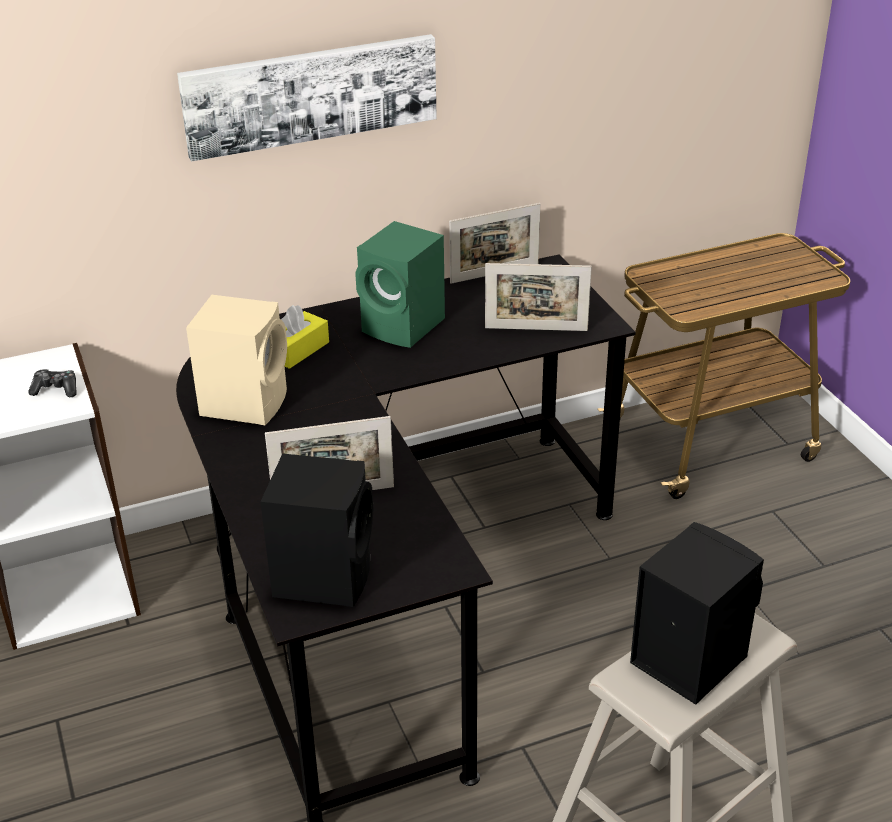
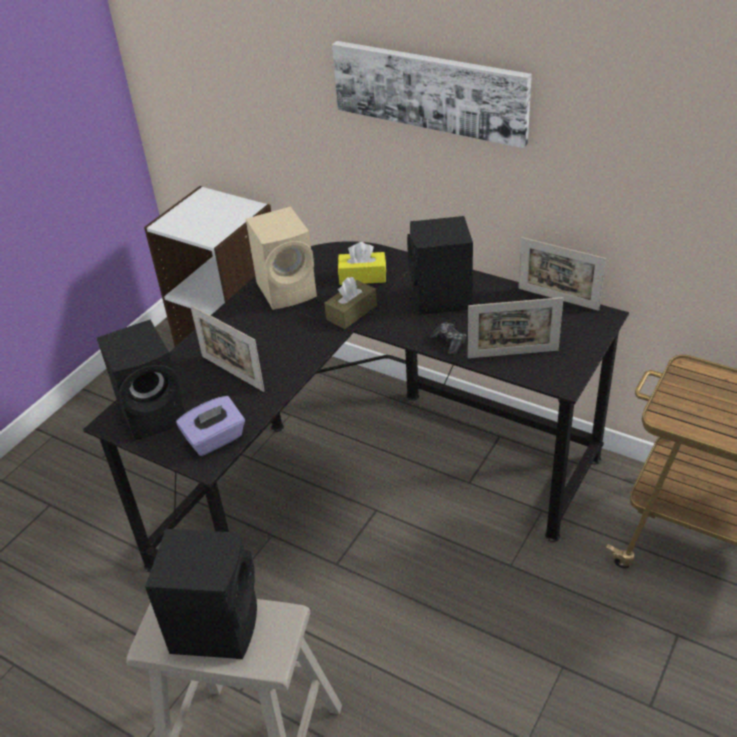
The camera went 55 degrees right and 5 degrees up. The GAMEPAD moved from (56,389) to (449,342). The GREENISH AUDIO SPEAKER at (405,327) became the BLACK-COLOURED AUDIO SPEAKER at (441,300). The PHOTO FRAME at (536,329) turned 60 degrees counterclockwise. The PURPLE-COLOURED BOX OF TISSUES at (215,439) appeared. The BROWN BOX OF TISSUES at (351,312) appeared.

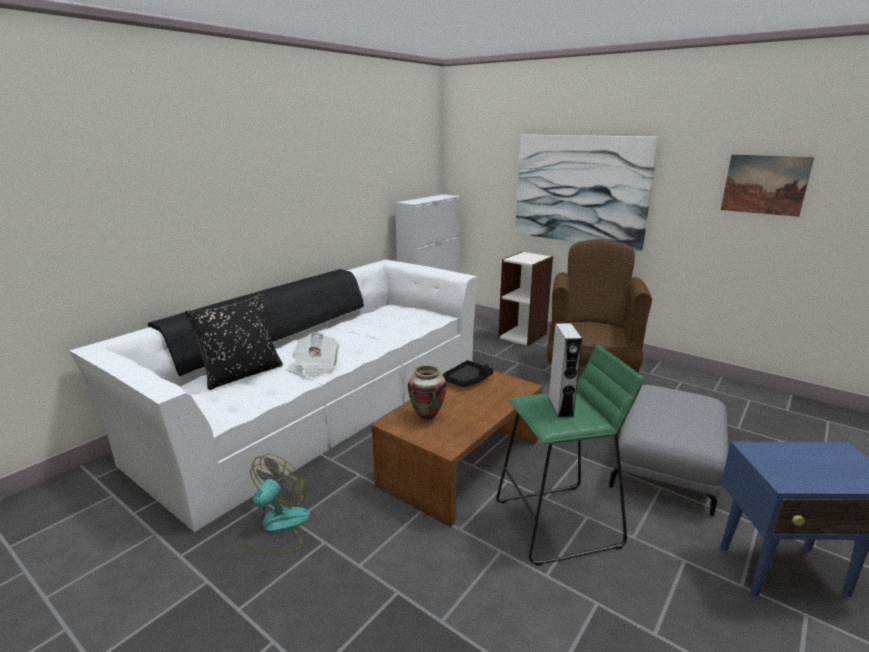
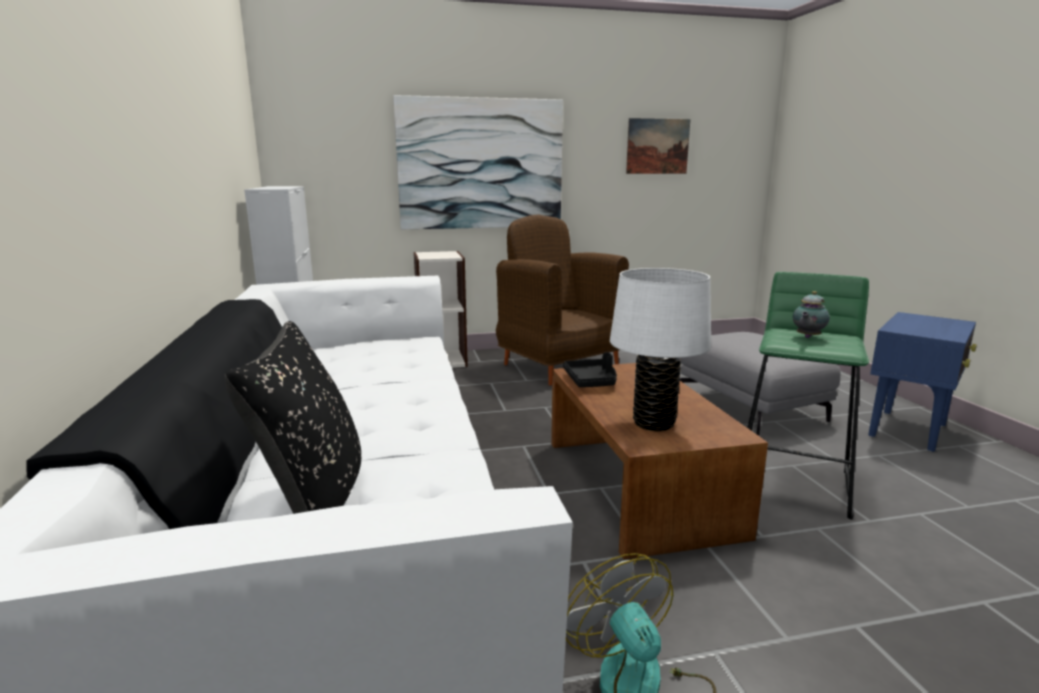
The camera went 50 degrees left and 5 degrees down. The PRINTED PAPER at (316,366) disappeared. The VASE at (427,417) was replaced by the WHITE LAMP FOR A TABLE at (654,423). The GREYISH AUDIO SPEAKER at (560,406) was replaced by the TEAPOT at (807,337).

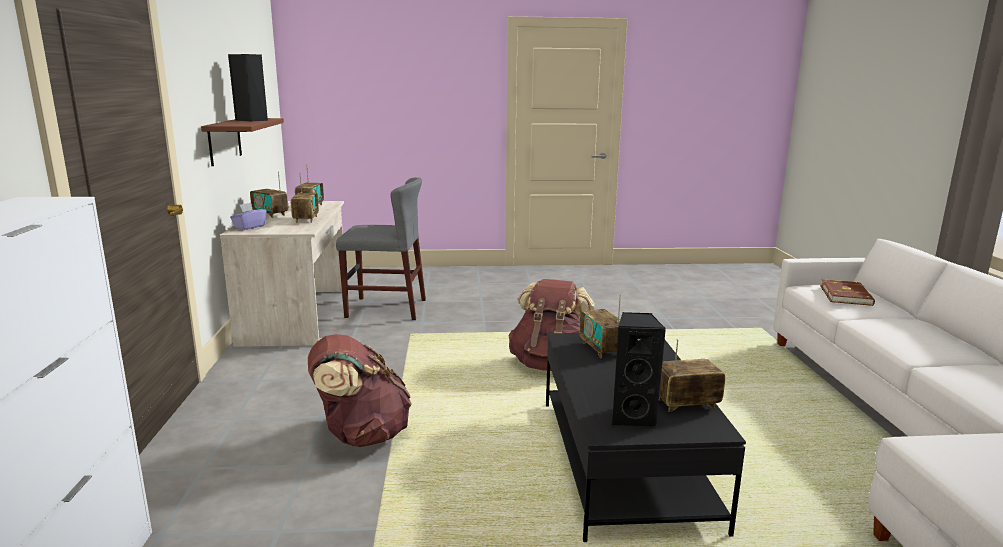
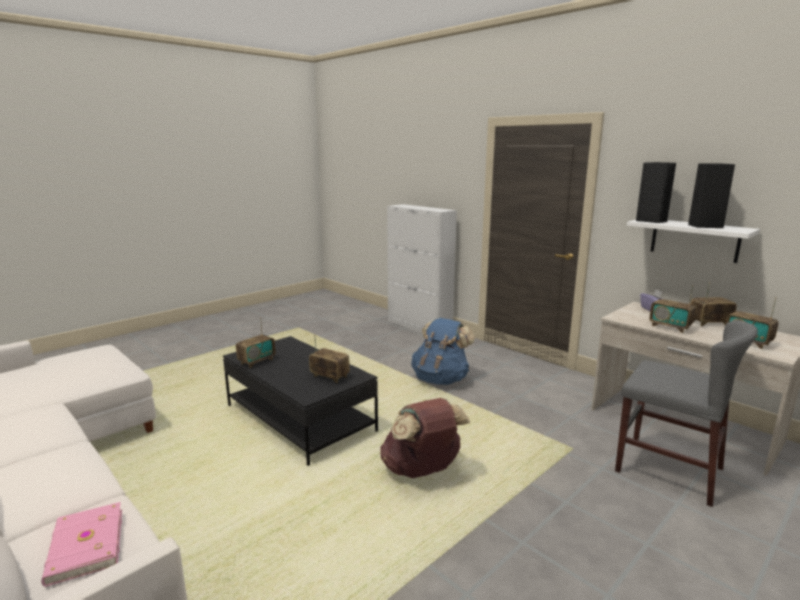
The camera went 140 degrees right and 0 degrees up. The BROWN WALL SHELF at (224,141) became the WHITE WALL SHELF at (694,240). The BROWN RUCKSACK at (361,435) became the BLUE-COLOURED RUCKSACK at (441,379). The GREYISH UPRIGHT CHAIR at (386,308) turned 105 degrees counterclockwise. The BLACK-COLOURED AUDIO SPEAKER moved from (632,417) to (652,221). The BROWN BOOK at (846,295) became the PINKISH BOOK at (84,546).

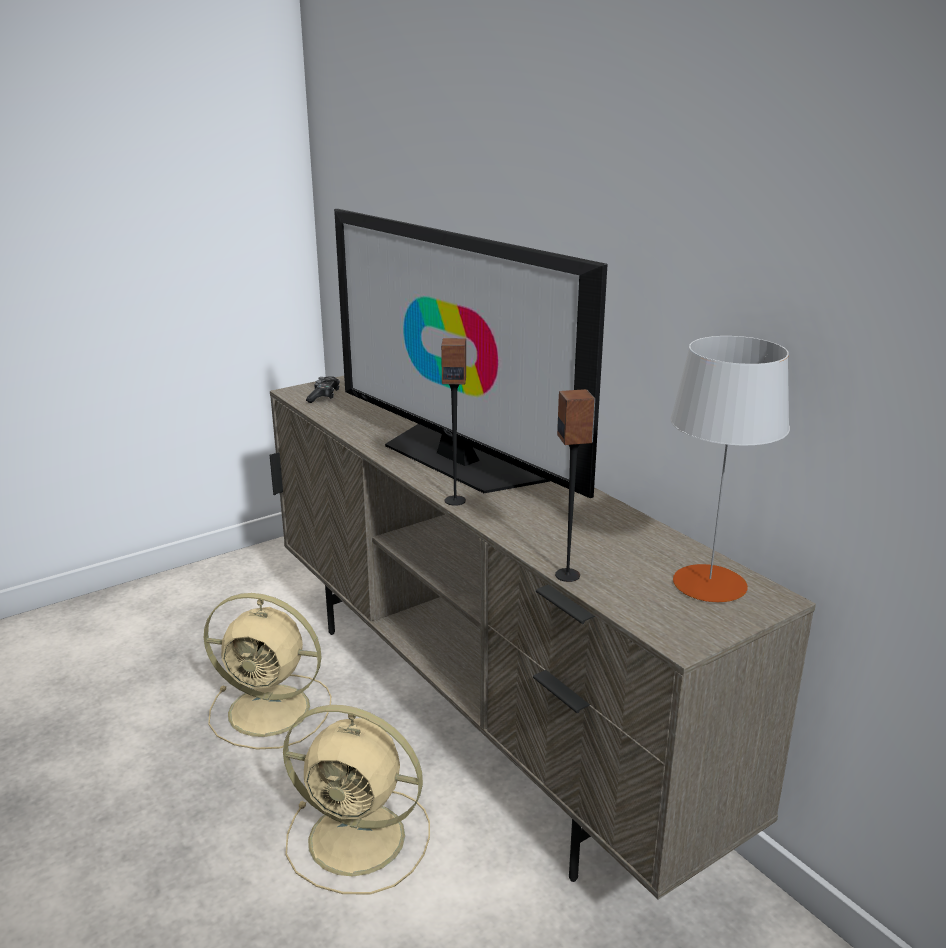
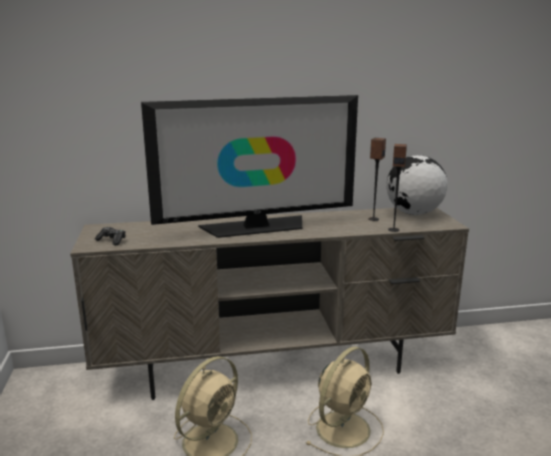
The camera went 65 degrees left and 5 degrees down. The AUDIO SPEAKER moved from (455,500) to (373,219). The GREYISH LAMP FOR A TABLE at (709,584) was replaced by the WORLD GLOBE at (413,213).

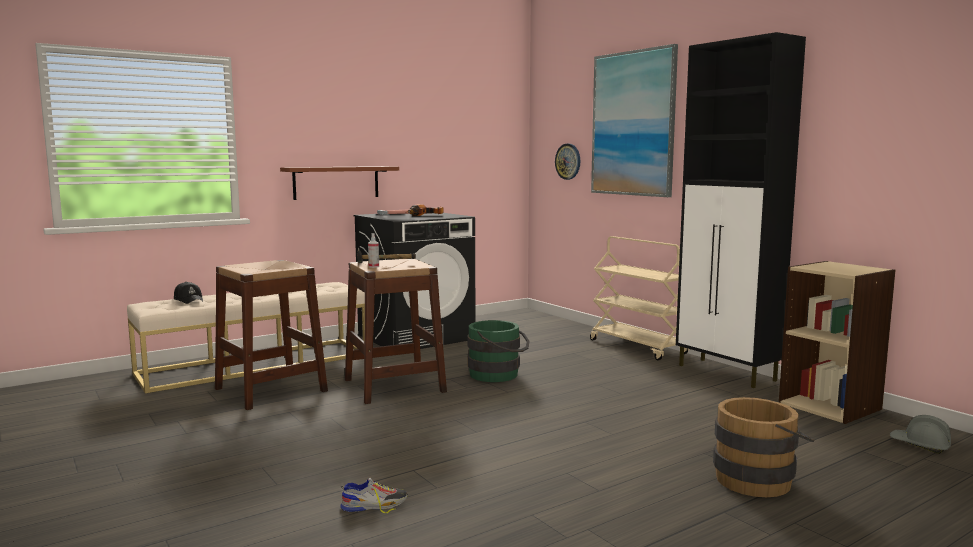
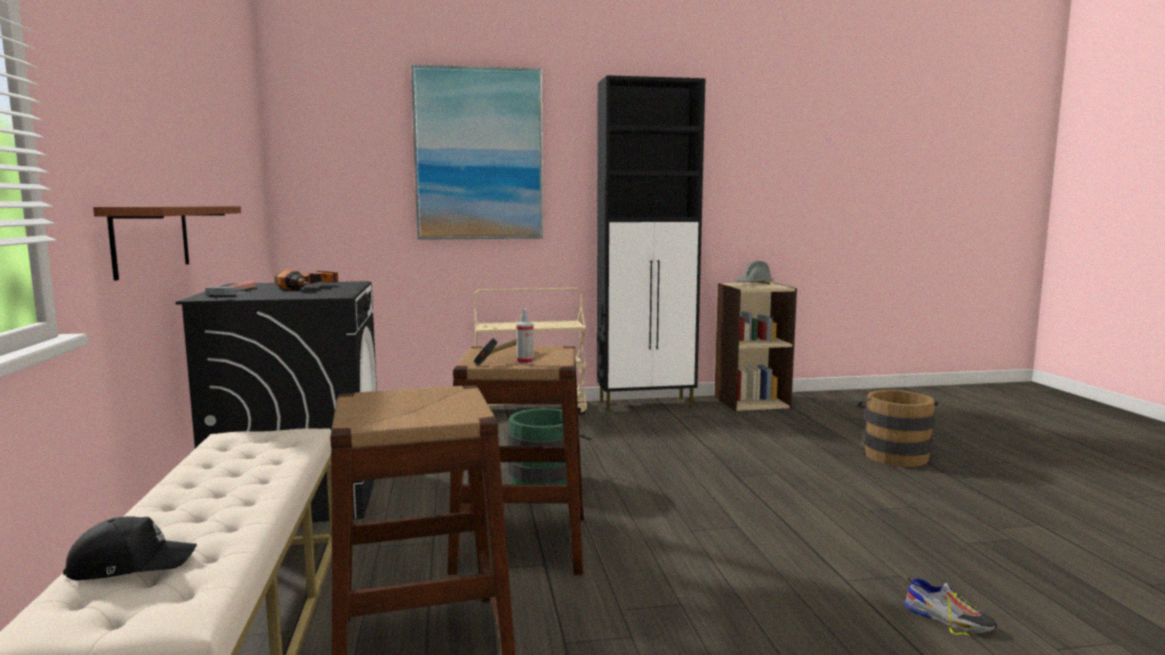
The camera went 65 degrees left and 0 degrees up. The ITEM OF FOOTWEAR at (375,505) turned 120 degrees clockwise. The WALL CLOCK at (568,161) disappeared. The GREYISH HARD HAT moved from (920,445) to (753,284).

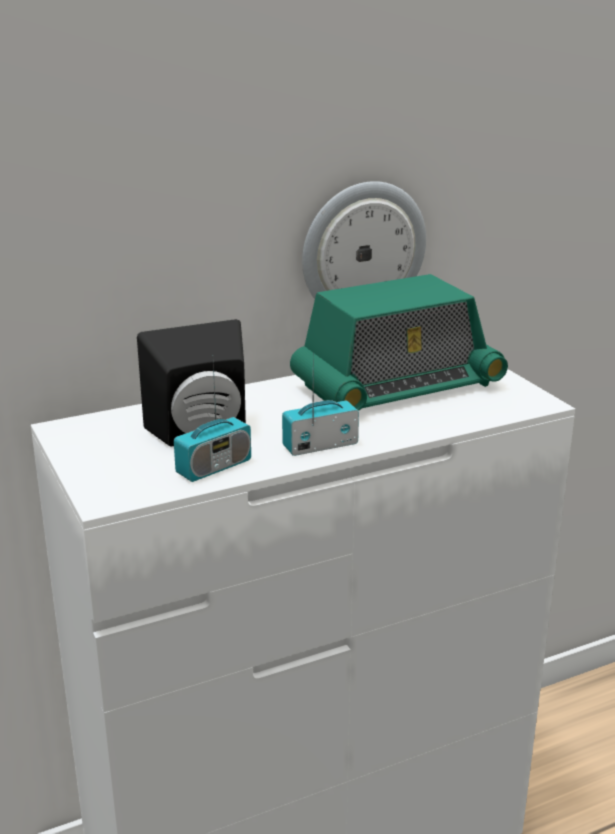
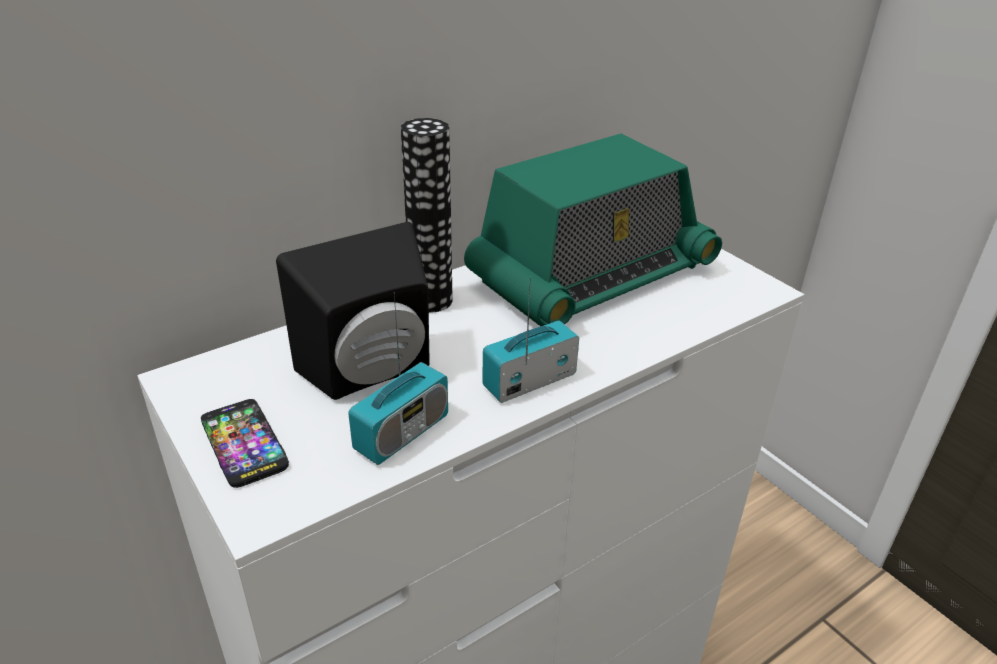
The camera went 10 degrees left and 10 degrees up. The WALL CLOCK at (363,250) disappeared. The TELEPHONE at (244,443) appeared. The VASE at (431,300) appeared.

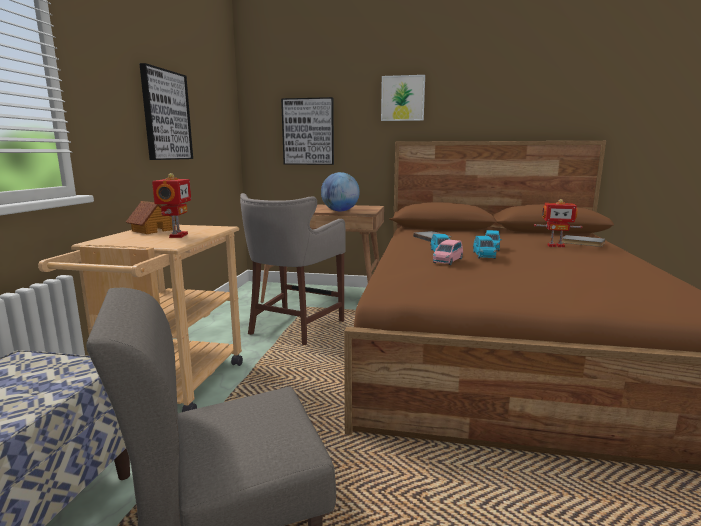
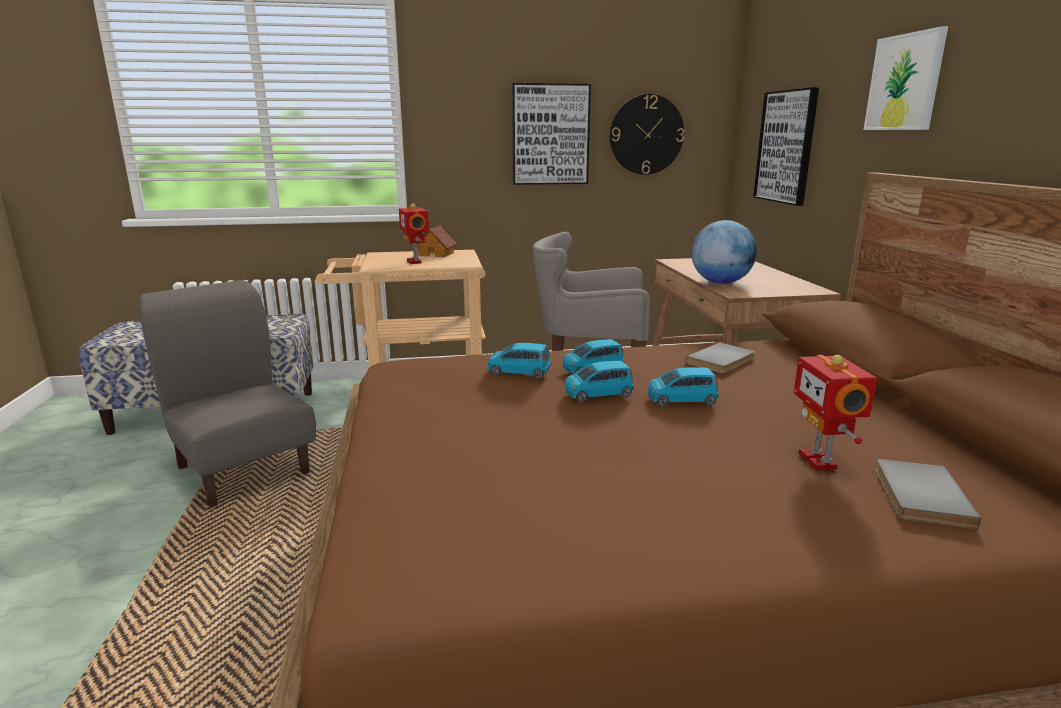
The camera went 70 degrees right and 5 degrees up. The ROBOT FIGURE at (177,235) turned 90 degrees clockwise. The PINKISH TOY CAR at (447,261) became the BLUE-COLOURED TOY CAR at (519,372). The WALL CLOCK at (646,135) appeared.

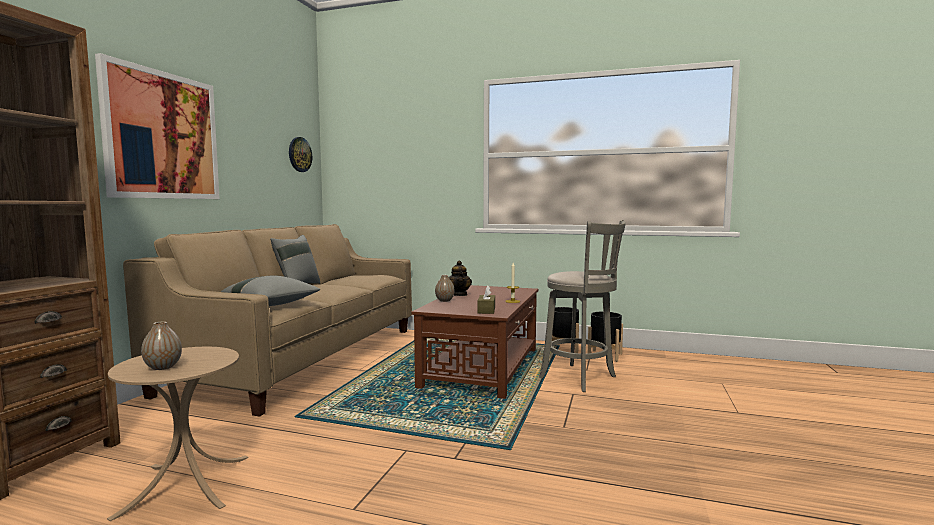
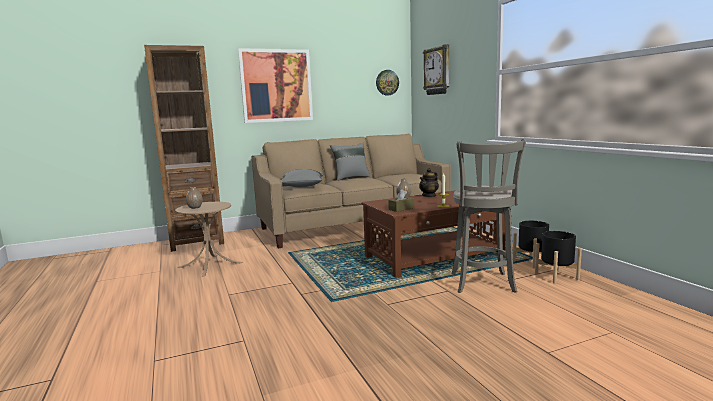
The camera went 50 degrees right and 5 degrees up. The WALL CLOCK at (438,71) appeared.

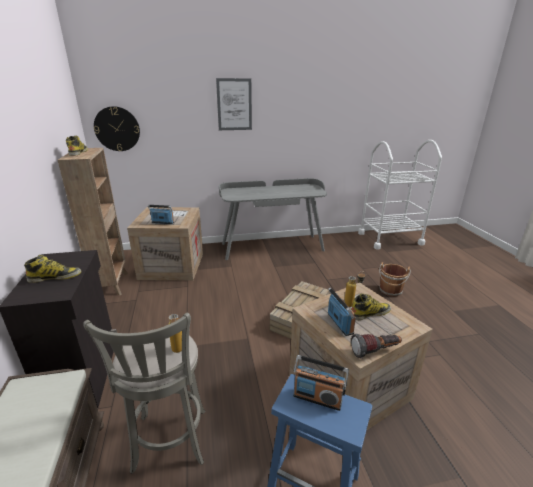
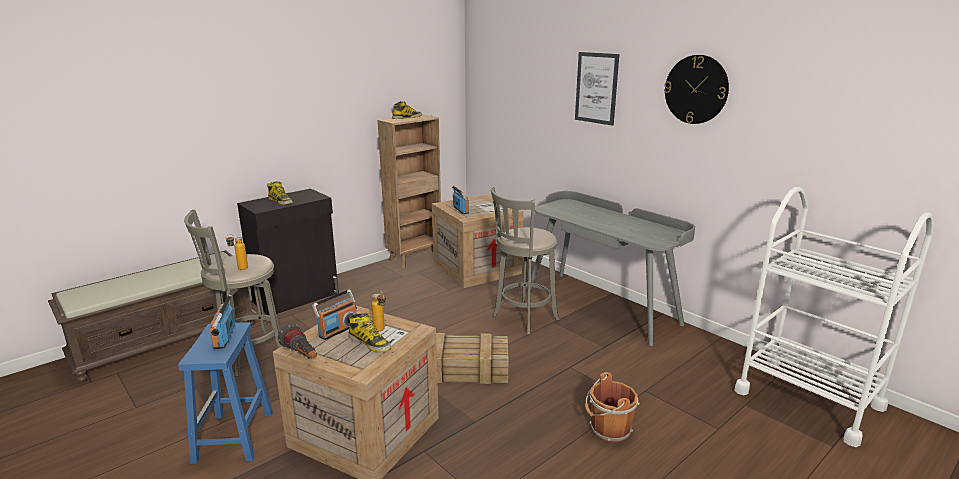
The camera went 60 degrees right and 5 degrees down. The WALL CLOCK moved from (117,129) to (696,89). The GREYISH SITTING STOOL at (523,319) appeared.

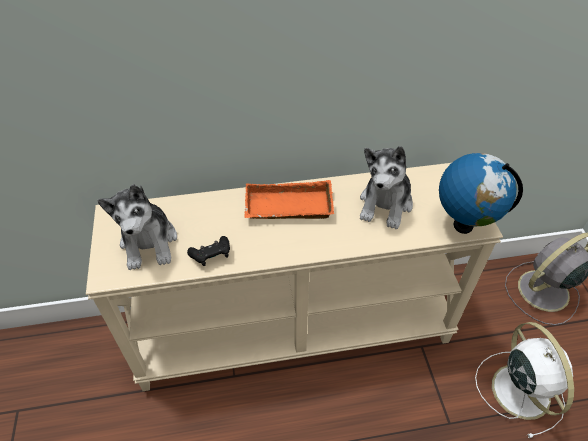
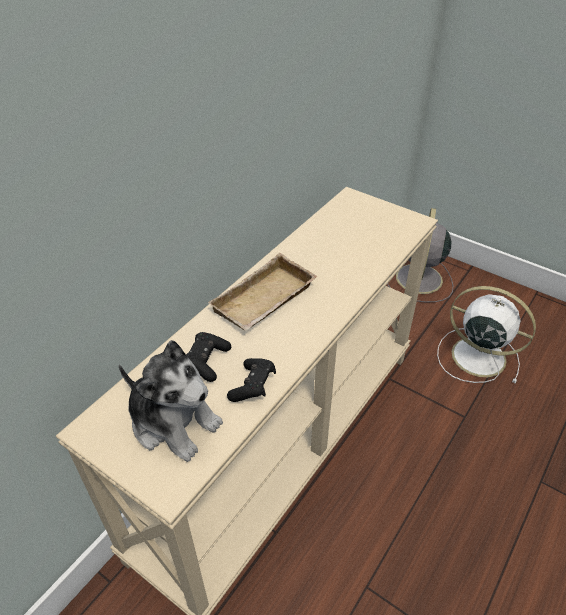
The camera went 45 degrees left and 5 degrees down. The ORANGE-COLOURED CARRYING TRAY at (287,208) became the BEIGE-COLOURED CARRYING TRAY at (265,301). The PLUSH TOY at (385,204) disappeared. The WORLD GLOBE at (463,224) disappeared. The BLACK-COLOURED GAMEPAD at (207,362) appeared.

